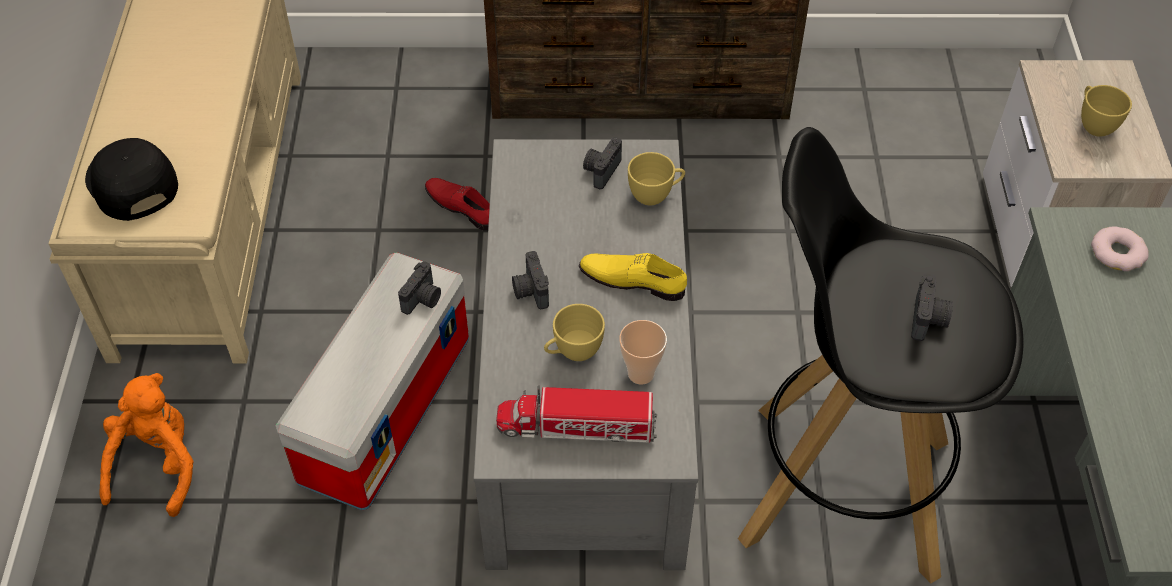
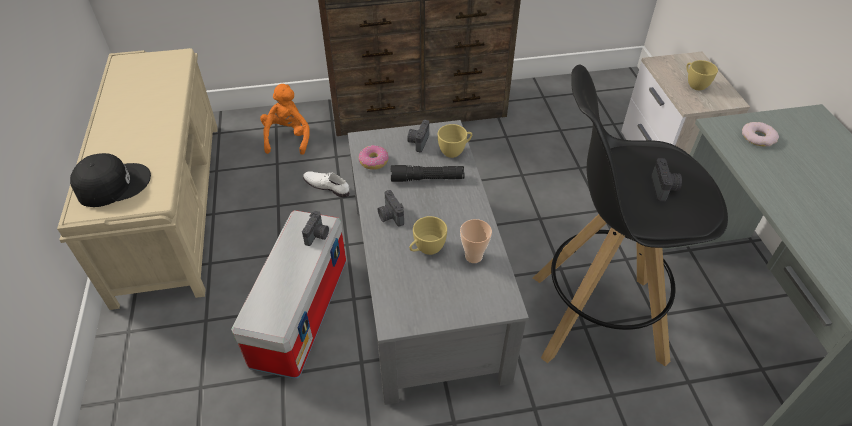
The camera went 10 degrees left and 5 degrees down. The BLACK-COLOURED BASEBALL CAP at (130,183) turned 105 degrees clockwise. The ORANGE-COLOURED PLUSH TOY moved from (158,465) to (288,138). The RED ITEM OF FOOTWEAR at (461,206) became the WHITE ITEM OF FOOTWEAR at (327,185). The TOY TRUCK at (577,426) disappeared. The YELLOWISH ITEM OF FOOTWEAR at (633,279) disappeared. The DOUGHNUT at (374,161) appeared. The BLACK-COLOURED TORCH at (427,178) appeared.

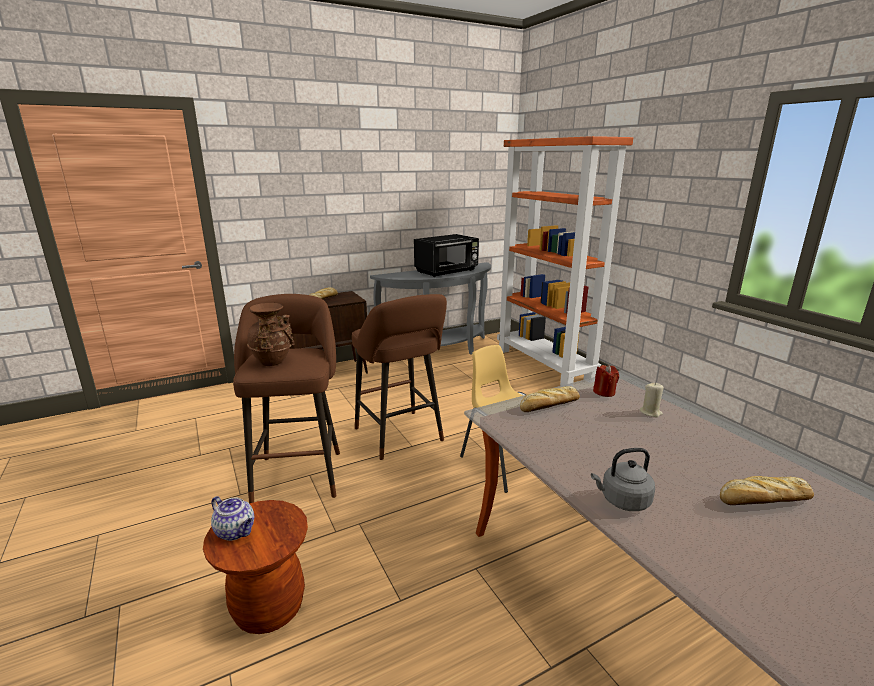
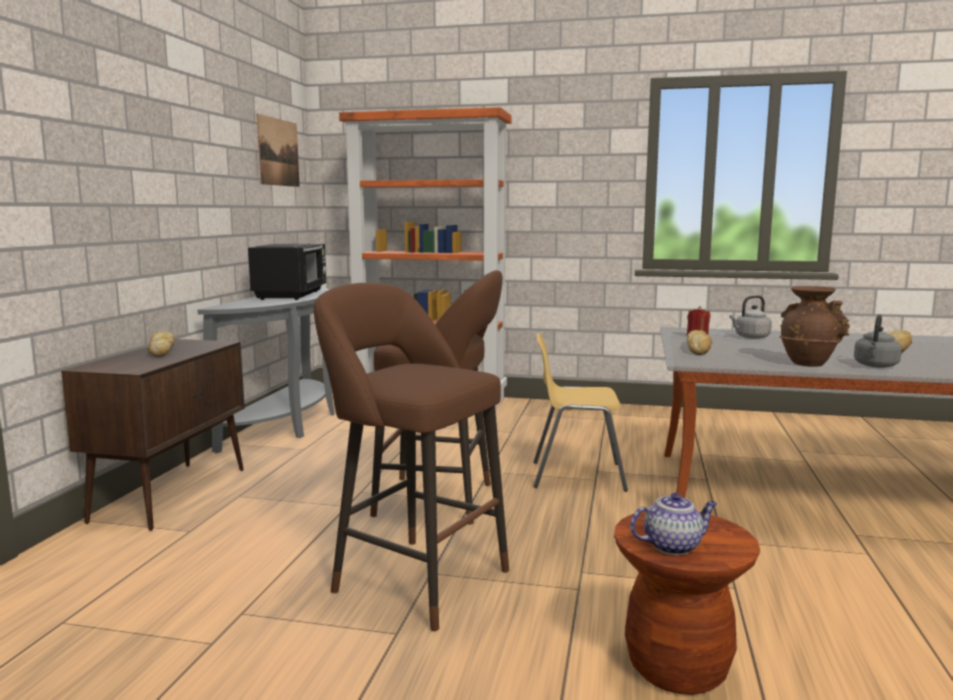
The camera went 50 degrees left and 10 degrees down. The BROWN VASE moved from (274,362) to (808,363). The BEIGE-COLOURED CANDLE at (650,412) was replaced by the GREYISH WATER KETTLE at (750,337). The WALL ART at (278,152) appeared.

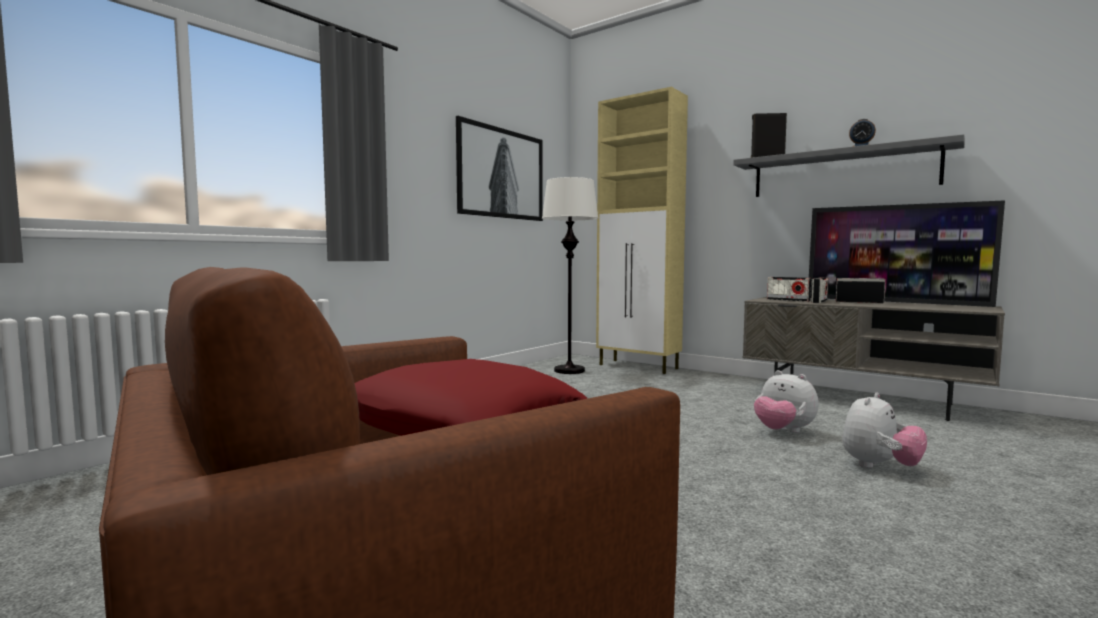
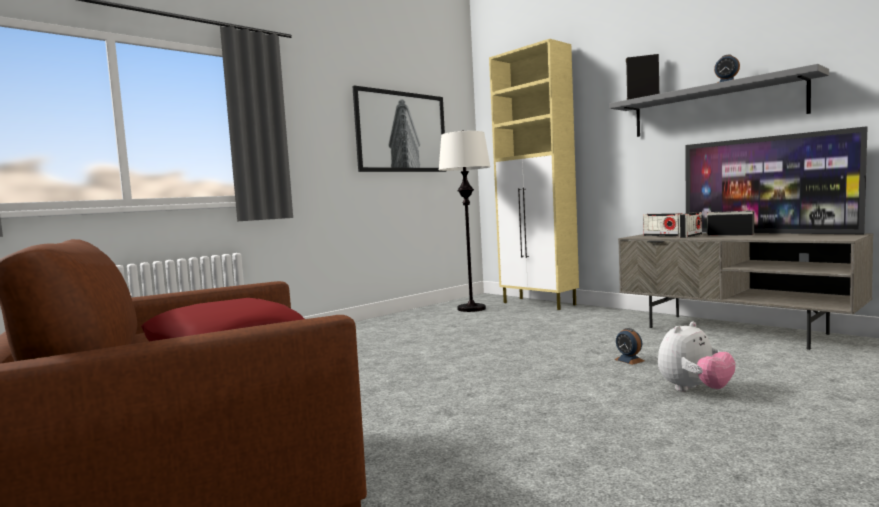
The camera went 10 degrees right and 0 degrees up. The PLUSH TOY at (783,431) was replaced by the TABLE CLOCK at (629,360).

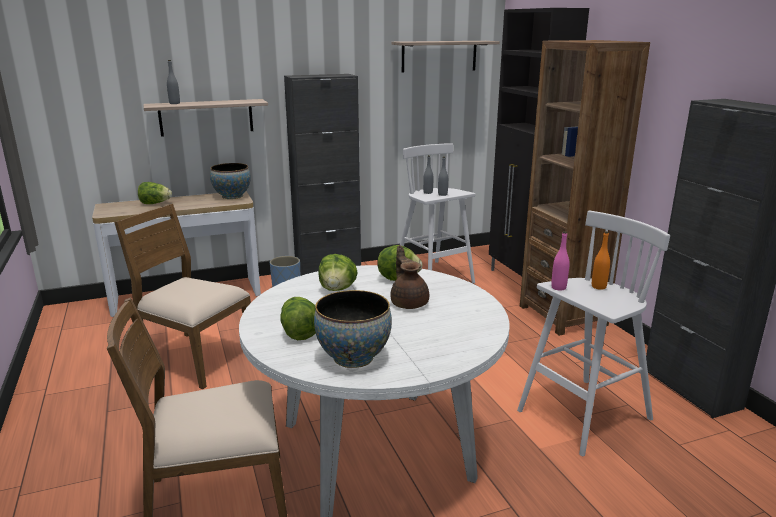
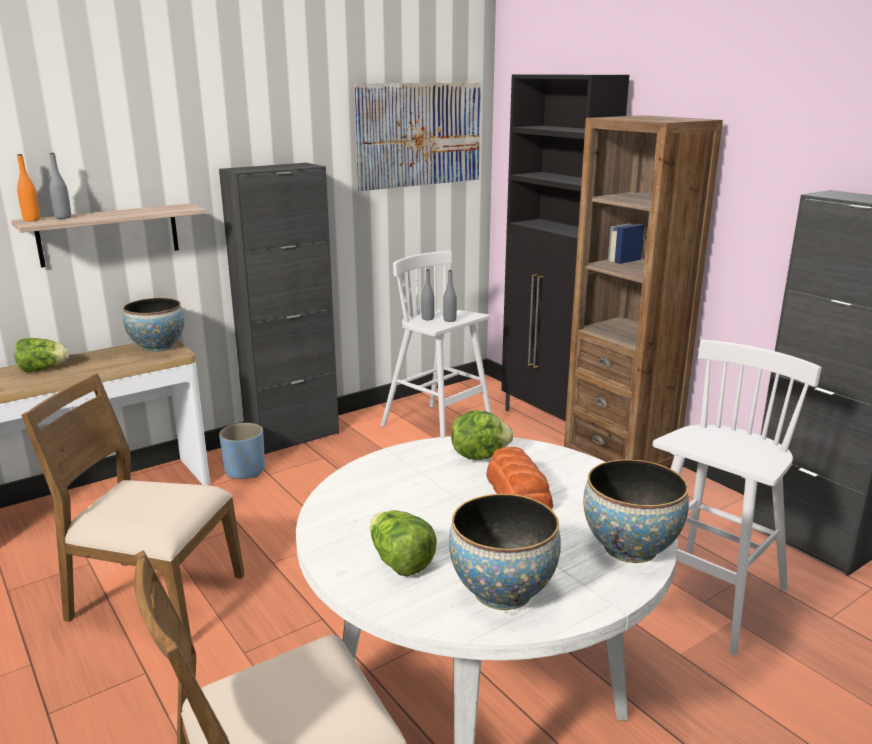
The camera went 15 degrees left and 0 degrees up. The LETTUCE at (337,289) disappeared. The BROWN TEAPOT at (409,303) was replaced by the BAKED BREAD at (518,492). The WALL SHELF at (439,56) was replaced by the WALL ART at (419,134). The PINKISH BEVERAGE BOTTLE at (558,288) disappeared. The ORANGE-COLOURED BEVERAGE BOTTLE moved from (598,287) to (32,220). The DEEP DISH at (630,548) appeared.

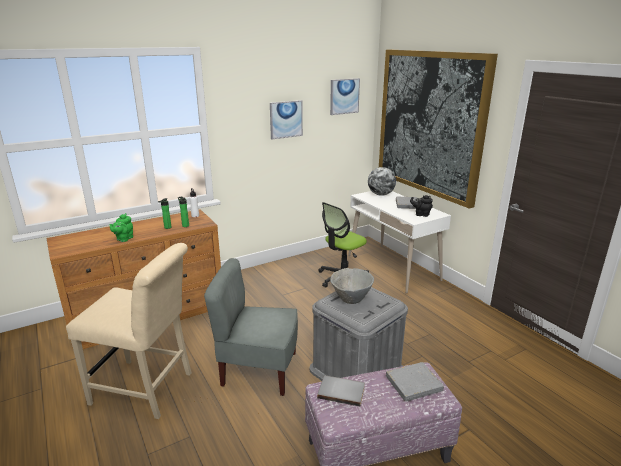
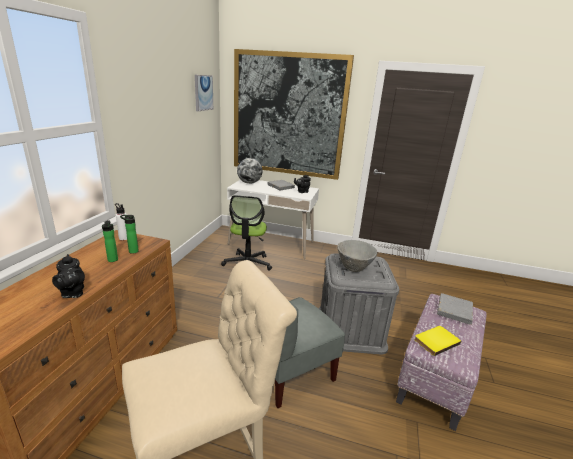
The camera went 45 degrees left and 0 degrees up. The GREENISH TEAPOT at (124,239) became the BLACK-COLOURED TEAPOT at (72,293). The WALL ART at (286,119) disappeared. The GREYISH BOOK at (341,391) became the YELLOWISH BOOK at (435,341).

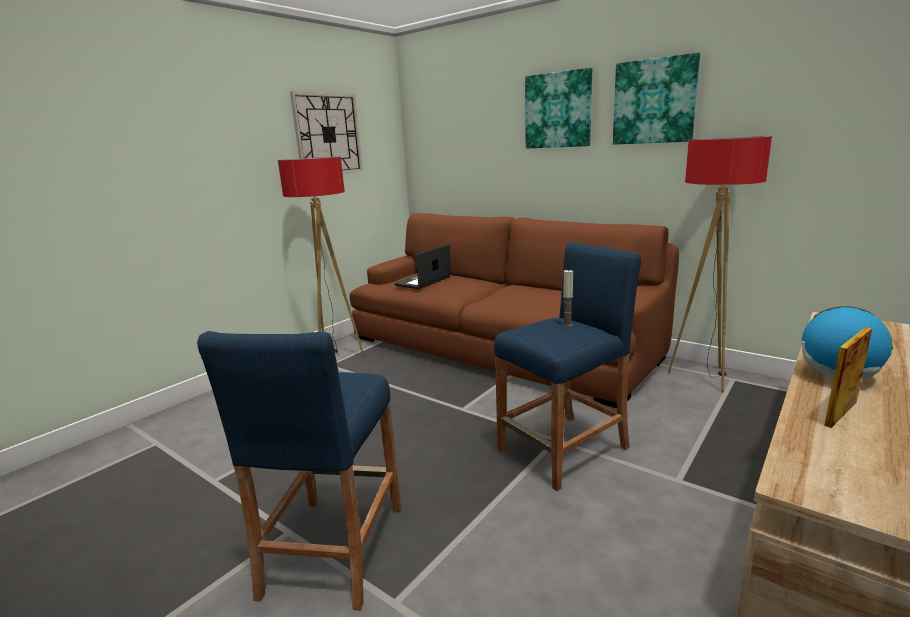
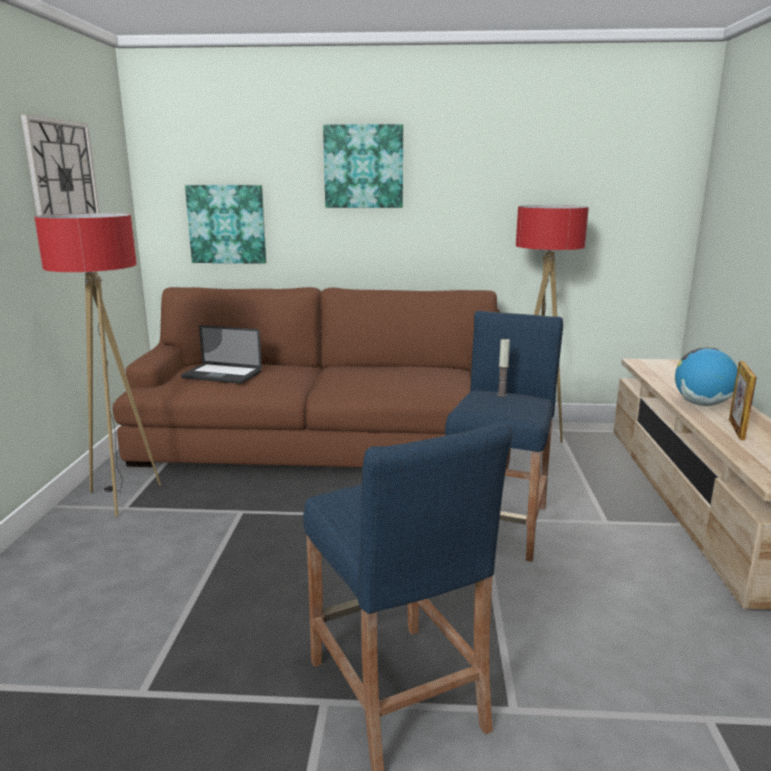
The camera went 35 degrees left and 0 degrees up. The NOTEBOOK COMPUTER at (423,281) turned 75 degrees counterclockwise. The WALL ART moved from (654,101) to (227,224).

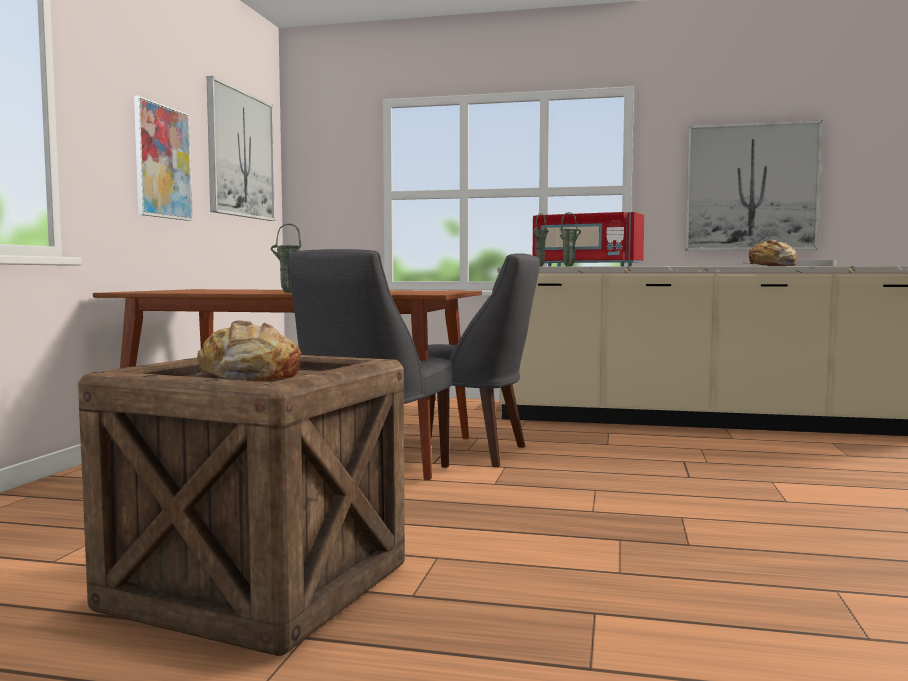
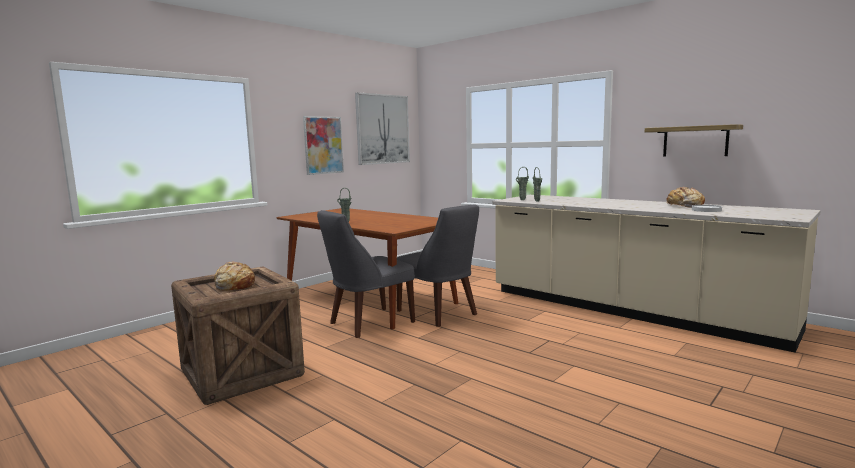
The camera went 30 degrees right and 5 degrees up. The RED KITCHEN MICROWAVE at (586,266) disappeared. The WALL ART at (751,187) was replaced by the WALL SHELF at (695,141).

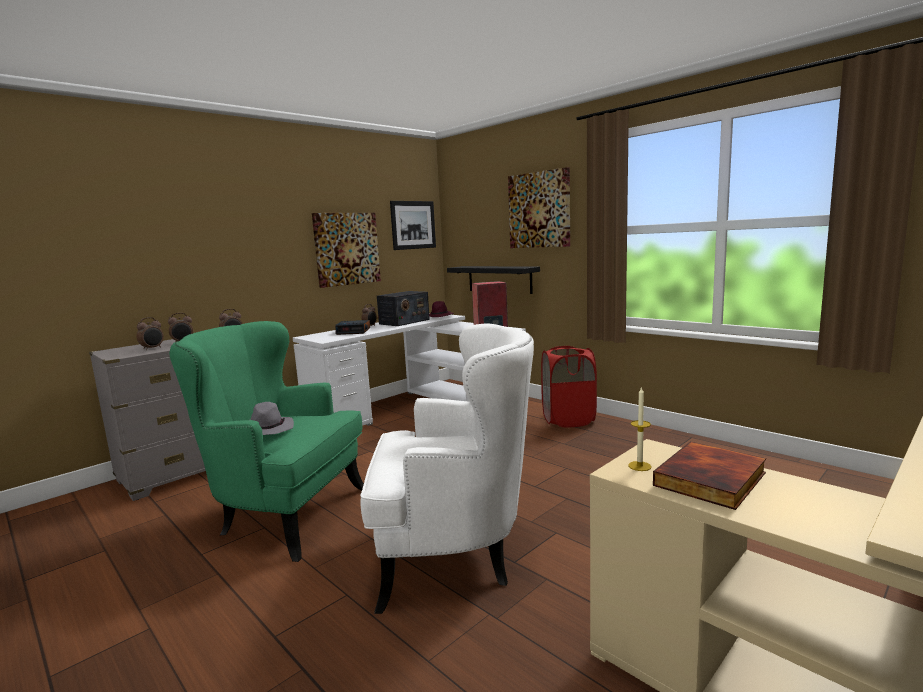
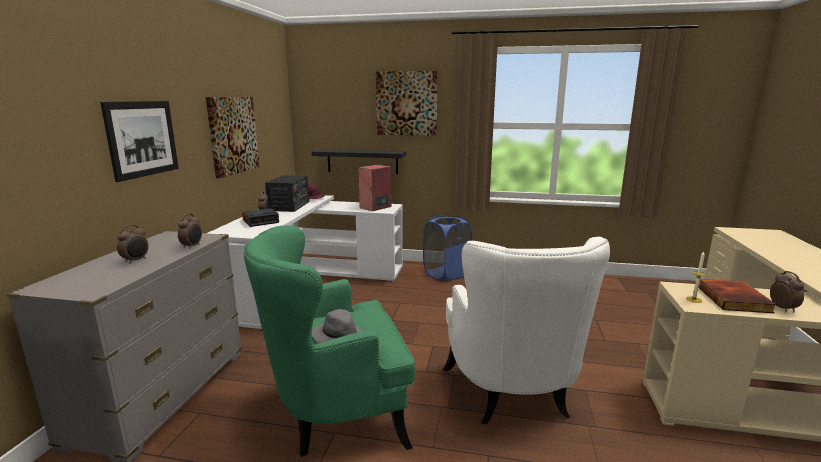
The camera went 35 degrees left and 5 degrees up. The TABLE CLOCK moved from (152,348) to (783,308). The WHITE EASY CHAIR at (454,554) turned 120 degrees clockwise. The WALL ART moved from (413,225) to (142,138). The RED HAMPER at (568,420) became the BLUE-COLOURED HAMPER at (446,274).

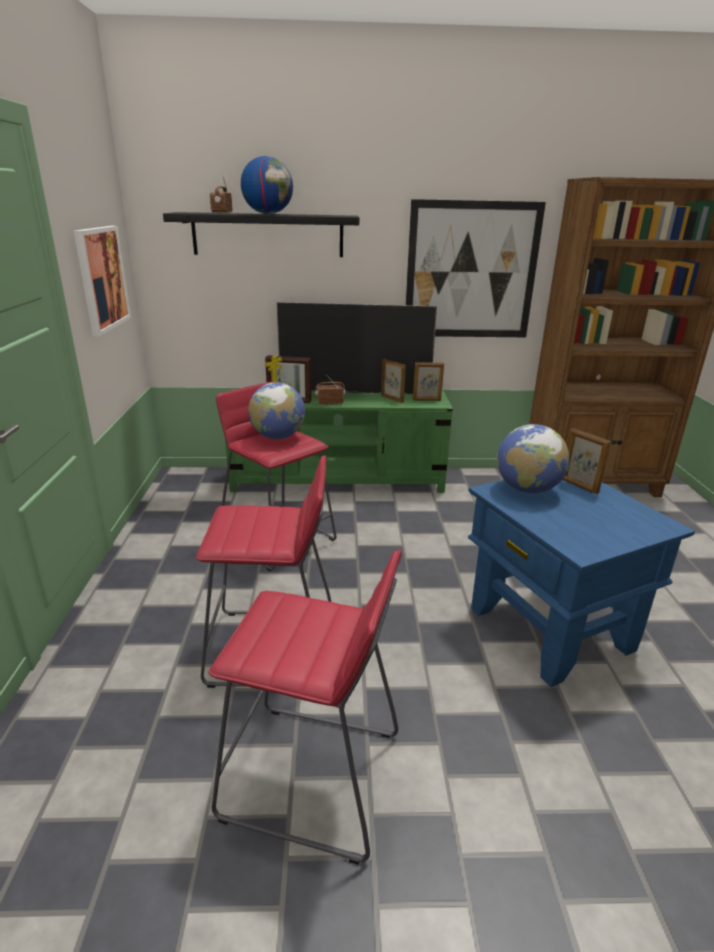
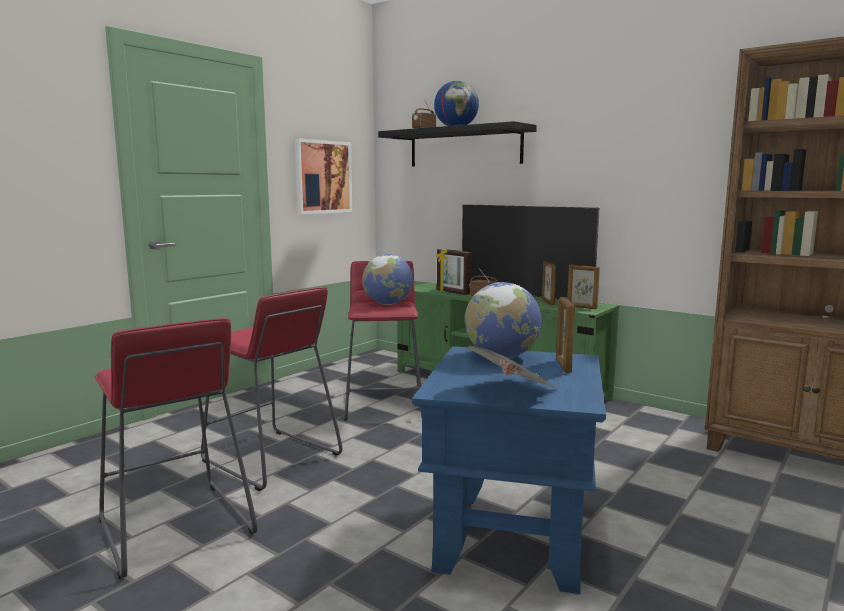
The camera went 40 degrees right and 15 degrees down. The WALL ART at (471,271) disappeared. The PRINTED PAPER at (512,392) appeared.

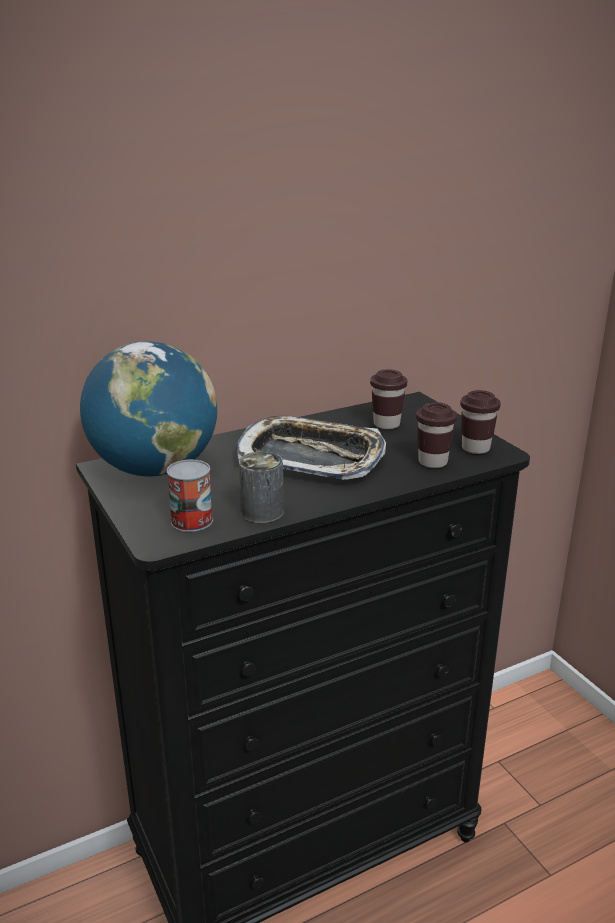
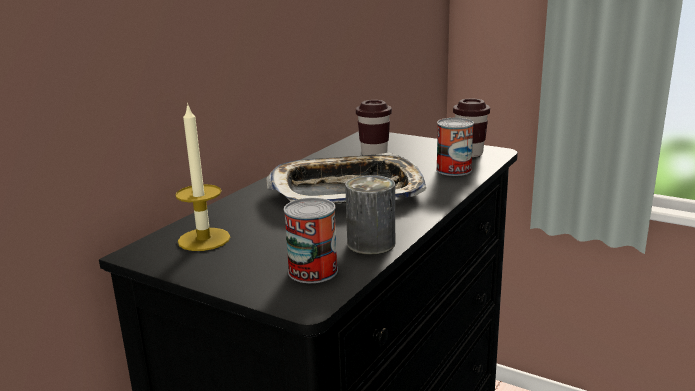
The camera went 30 degrees left and 5 degrees down. The WORLD GLOBE at (154,469) was replaced by the CANDLE at (204,239). The BROWN CUP at (432,462) was replaced by the SEALED CAN at (453,170).

